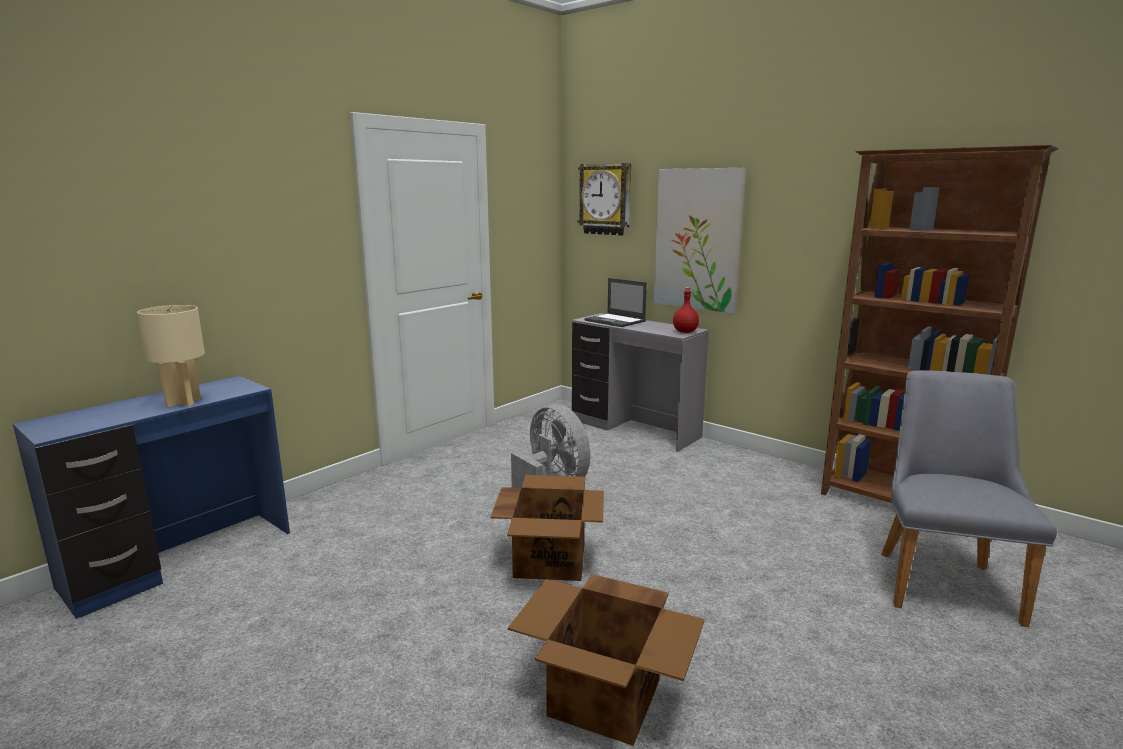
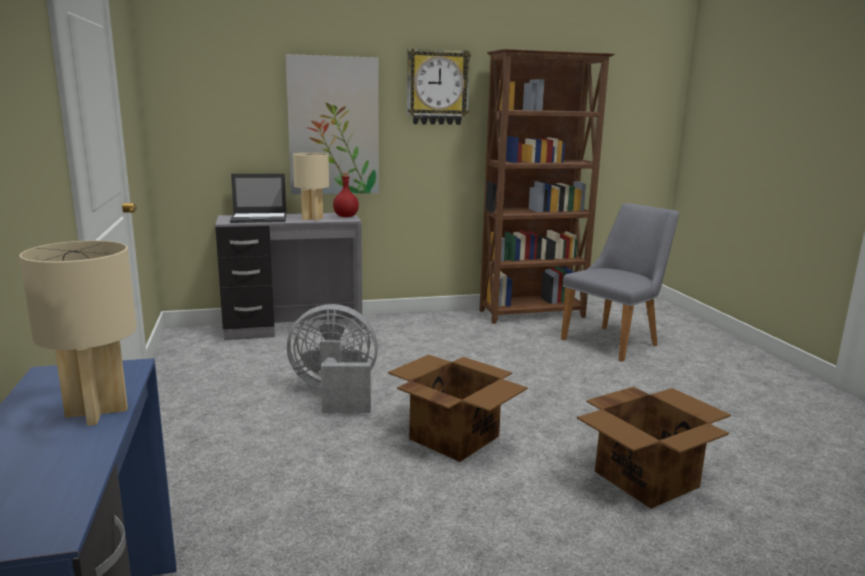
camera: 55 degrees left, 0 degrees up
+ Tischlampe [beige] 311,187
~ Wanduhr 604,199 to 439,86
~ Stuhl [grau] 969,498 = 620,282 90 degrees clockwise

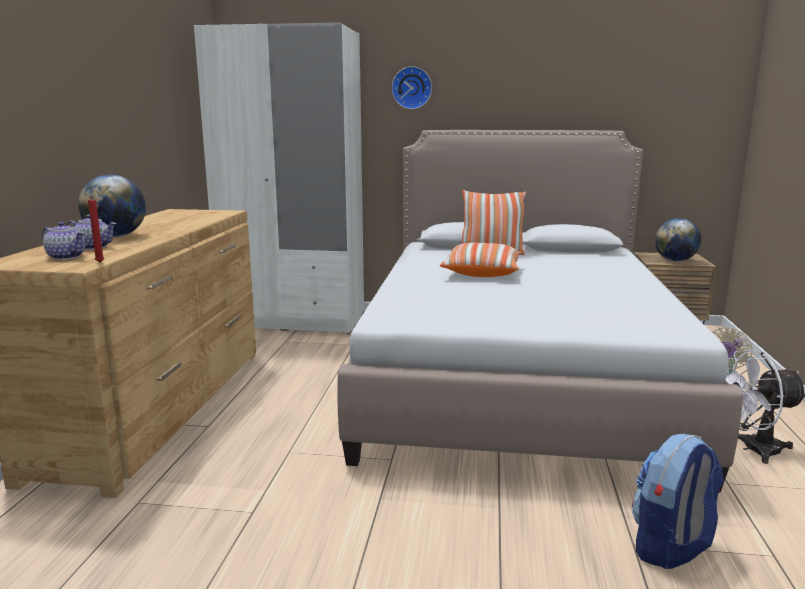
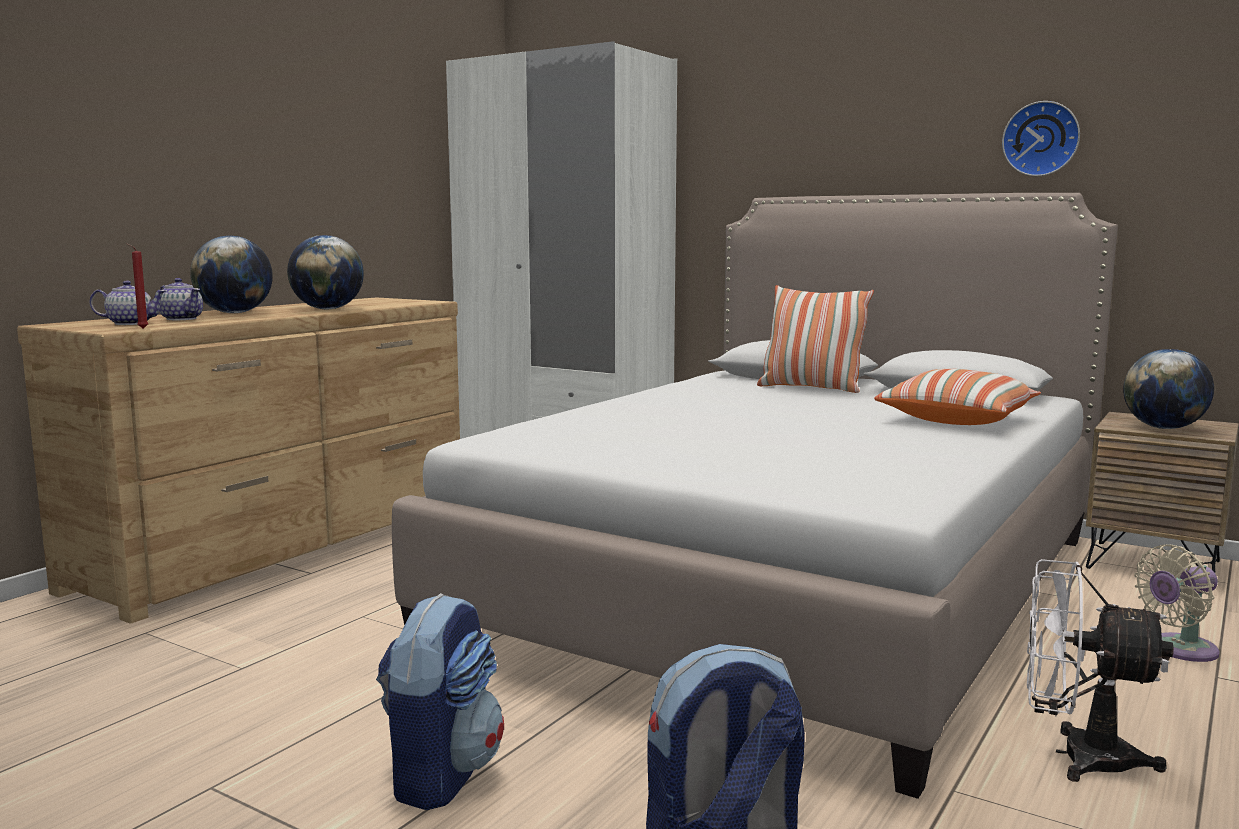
camera: 25 degrees right, 5 degrees down
~ Teekanne 63,241 = 127,303 60 degrees counterclockwise
+ Globus 325,272
+ Rucksack 440,701
~ Kissen 480,260 to 957,397
~ Wanduhr 412,87 to 1041,138

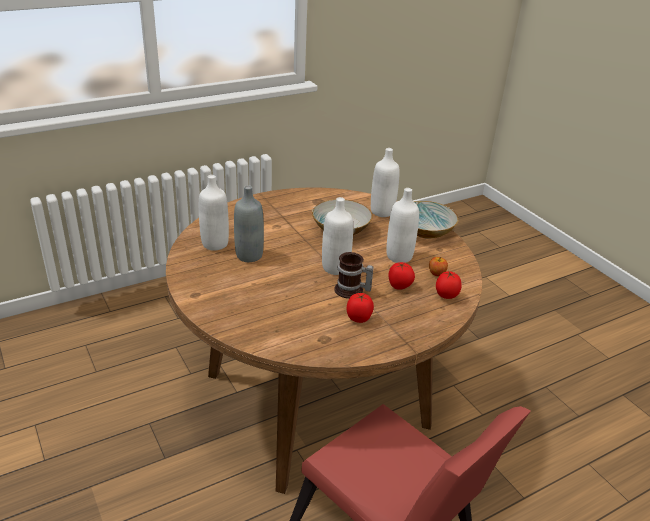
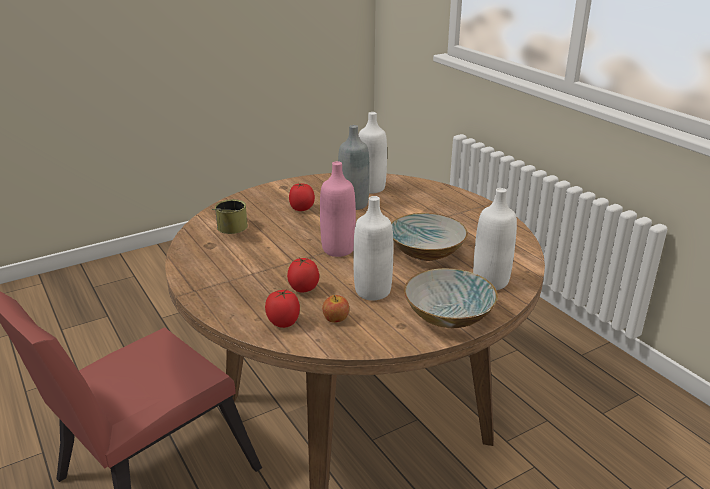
camera: 90 degrees right, 5 degrees down
+ Dose 229,216
~ Tomate 360,308 to 302,197
~ Flasche [weiß] 337,236 to Flasche [rosa] 338,209
- Henkelbecher 353,275

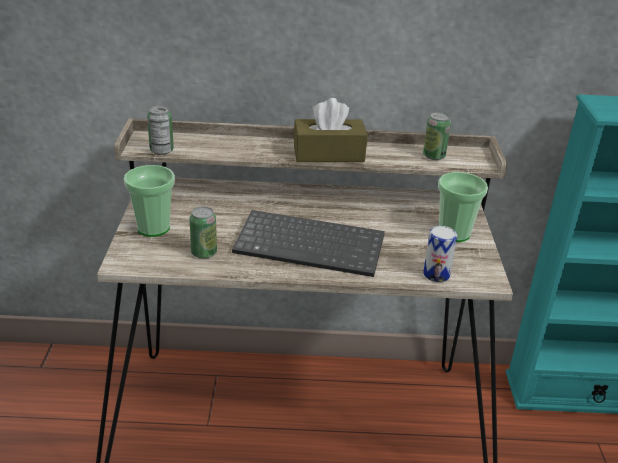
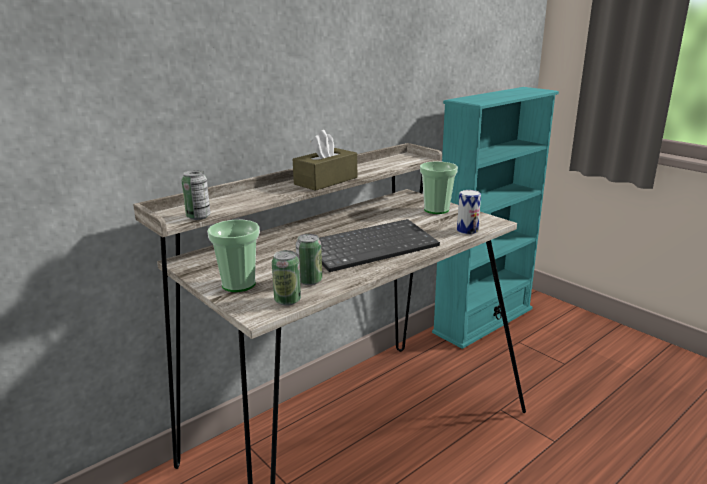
camera: 40 degrees left, 10 degrees down
~ Dose 437,136 to 286,278

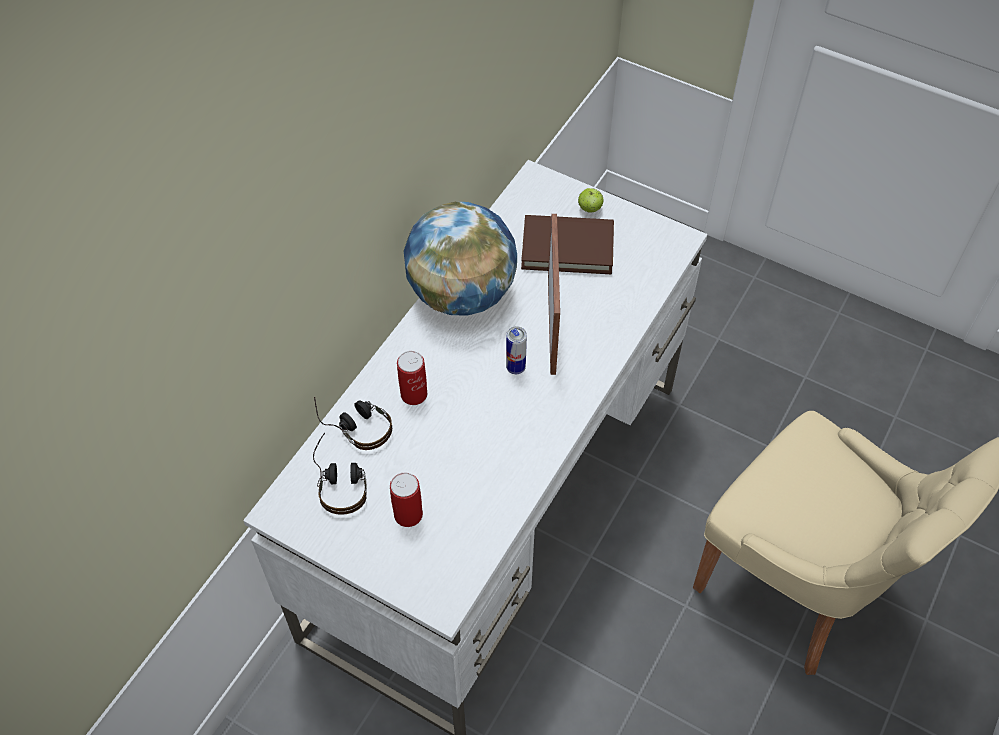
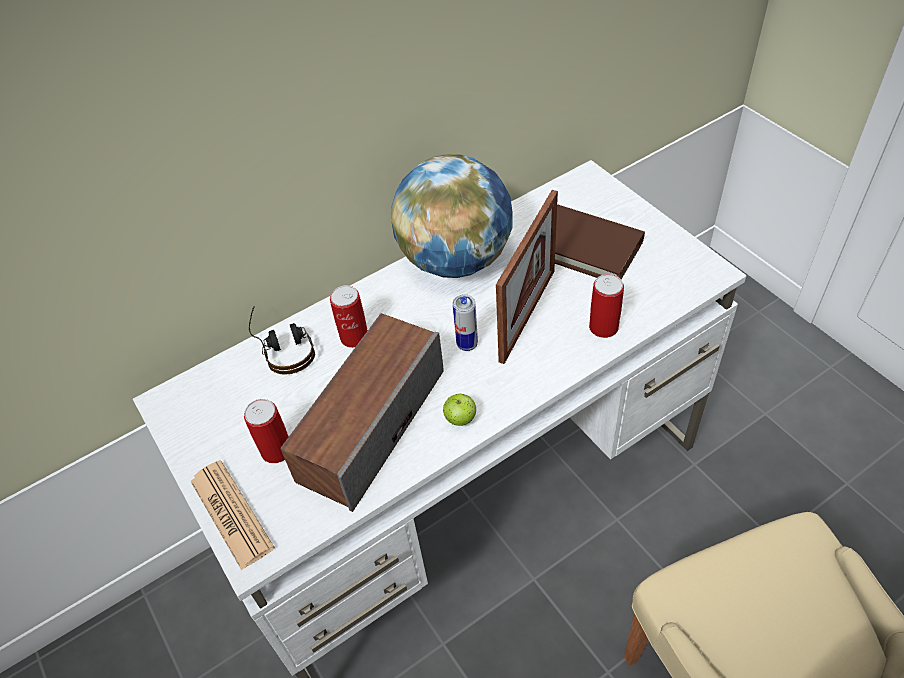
camera: 30 degrees right, 5 degrees down
+ Zeitung 232,515
+ Lautsprecher 362,412
~ Apfel 591,200 to 459,410
+ Dose 606,306
- Kopfhörer 340,474

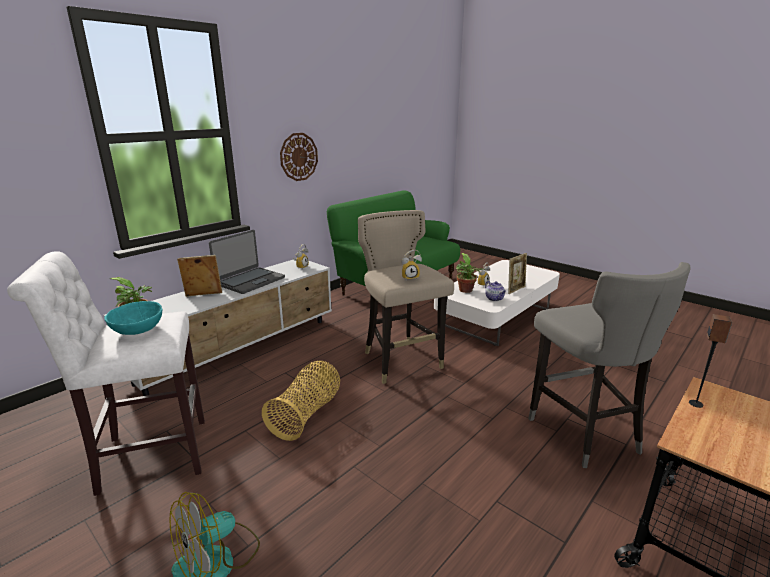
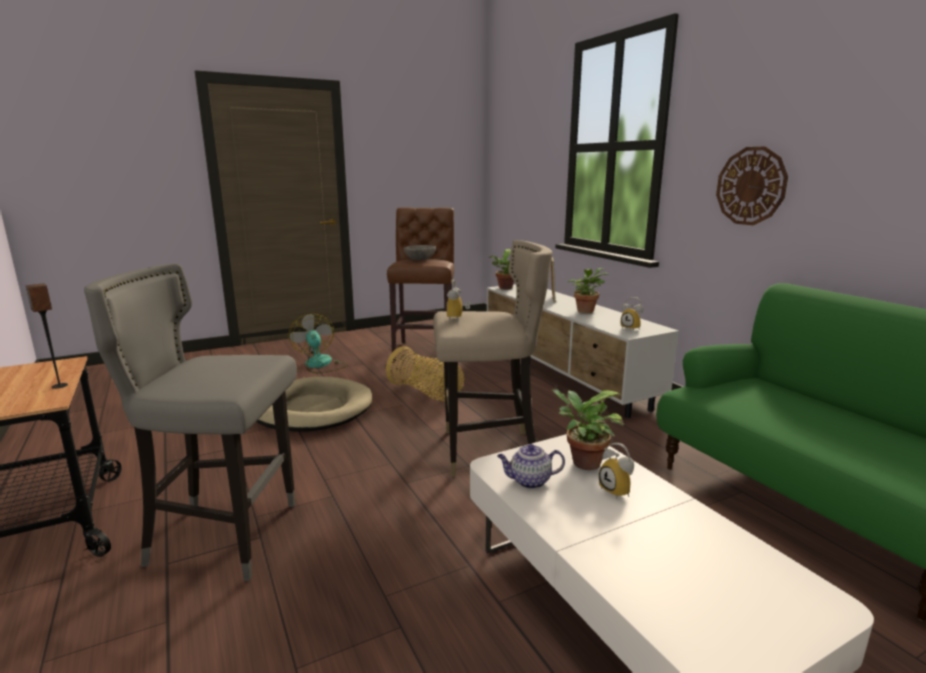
camera: 110 degrees right, 5 degrees down
+ Hundebett [beige] 314,404
~ Hocker [weiß] 106,373 to Hocker [braun] 420,284
~ Schüssel [türkis] 133,318 to Schüssel [grau] 419,252
~ Laptop 247,262 to Topfpflanze 588,290
- Bilderrahmen 517,273

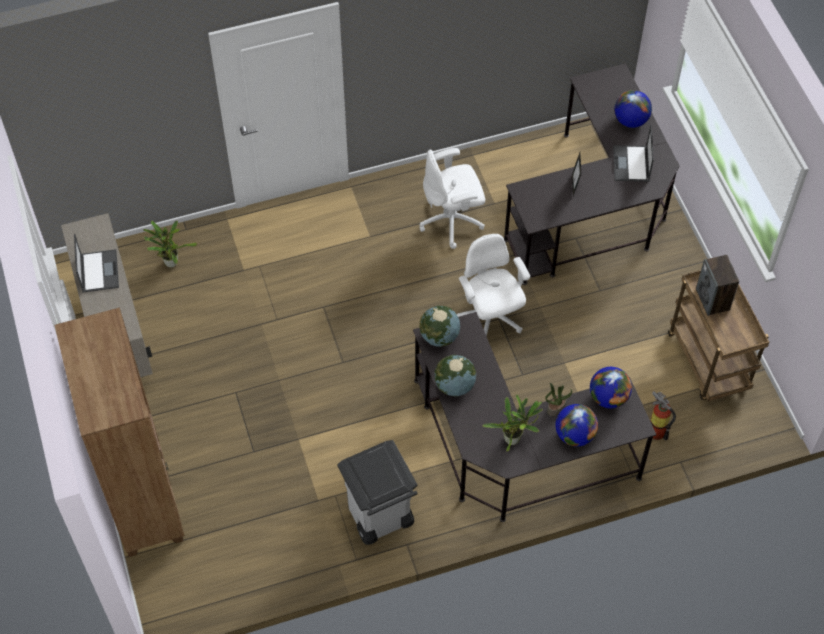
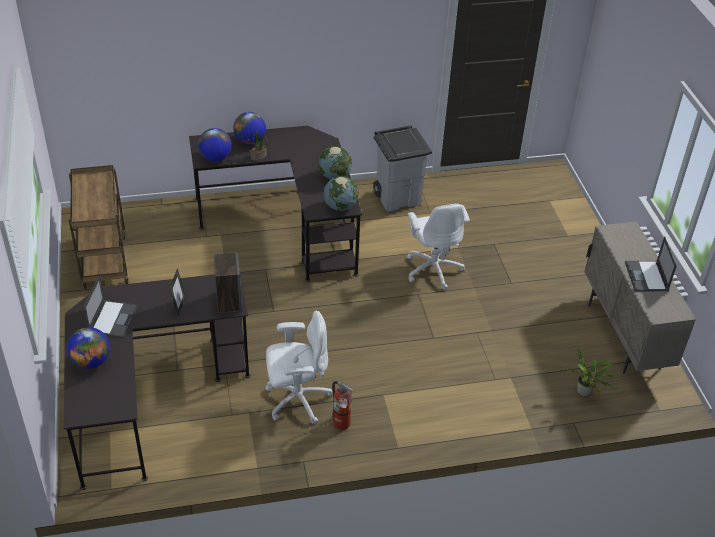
camera: 175 degrees left, 15 degrees down
~ Lautsprecher 717,285 to 228,282
~ Feuerlöscher 663,415 to 343,405
~ Bürostuhl [weiß] 493,285 to 438,247
- Bücherregal [braun] 120,432
- Topfpflanze 512,423

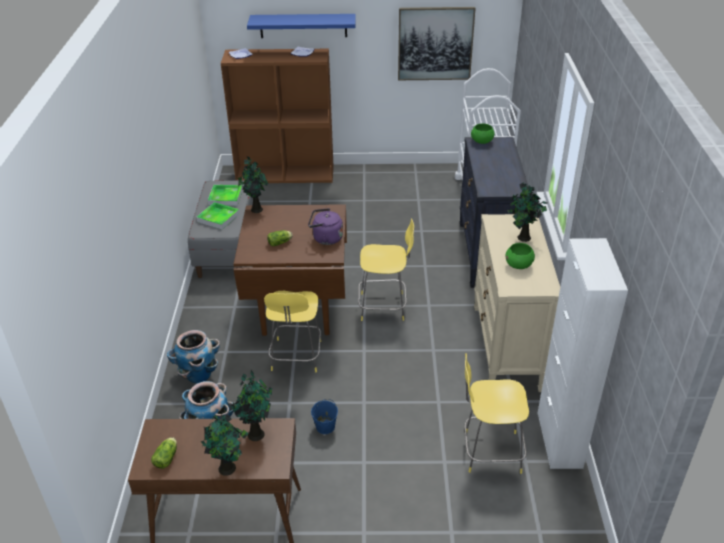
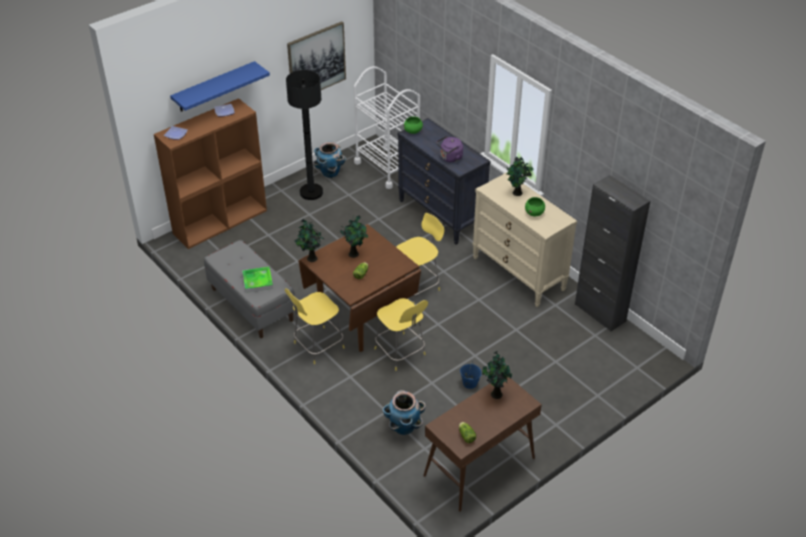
camera: 40 degrees left, 5 degrees up
~ Hocker [gelb] 496,413 to 315,326
+ Stehlampe [schwarz] 304,135
~ Pflanzkübel 193,357 to 329,160
~ Topfpflanze 225,443 to 354,236
~ Wasserkessel [lila] 325,226 to 449,149
~ Schrank [weiß] 582,353 to Schrank [schwarz] 612,253
- Tablett 225,195

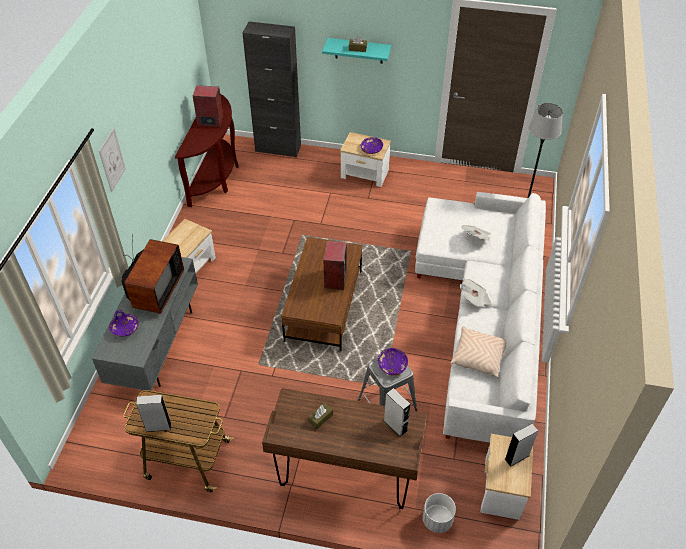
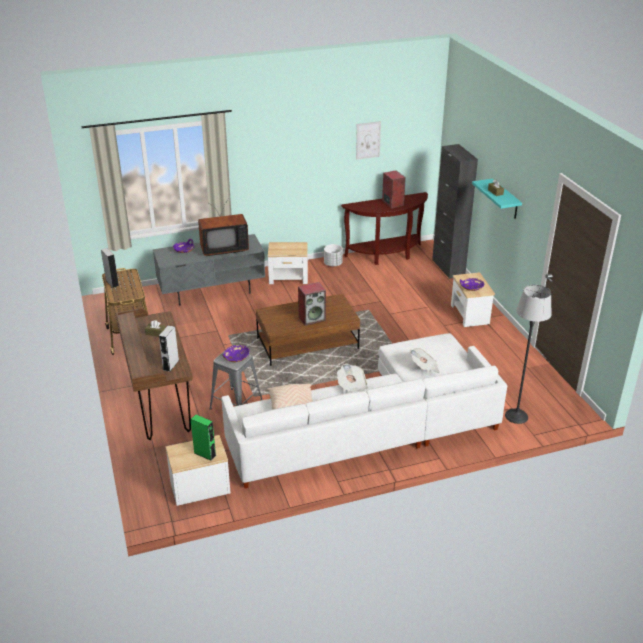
camera: 60 degrees right, 15 degrees down
~ Lautsprecher [grau] 521,445 to Lautsprecher [grün] 203,438
~ Pflanzkübel [weiß] 439,513 to 333,255
~ Bild 112,160 to 368,140

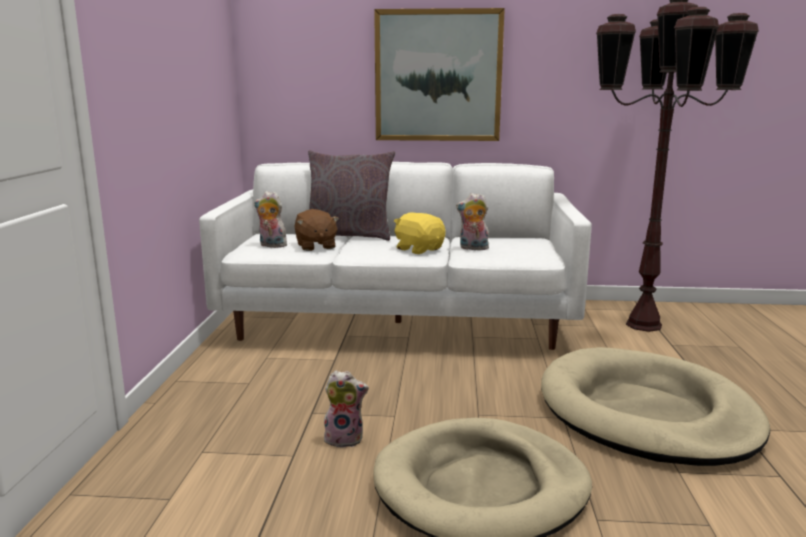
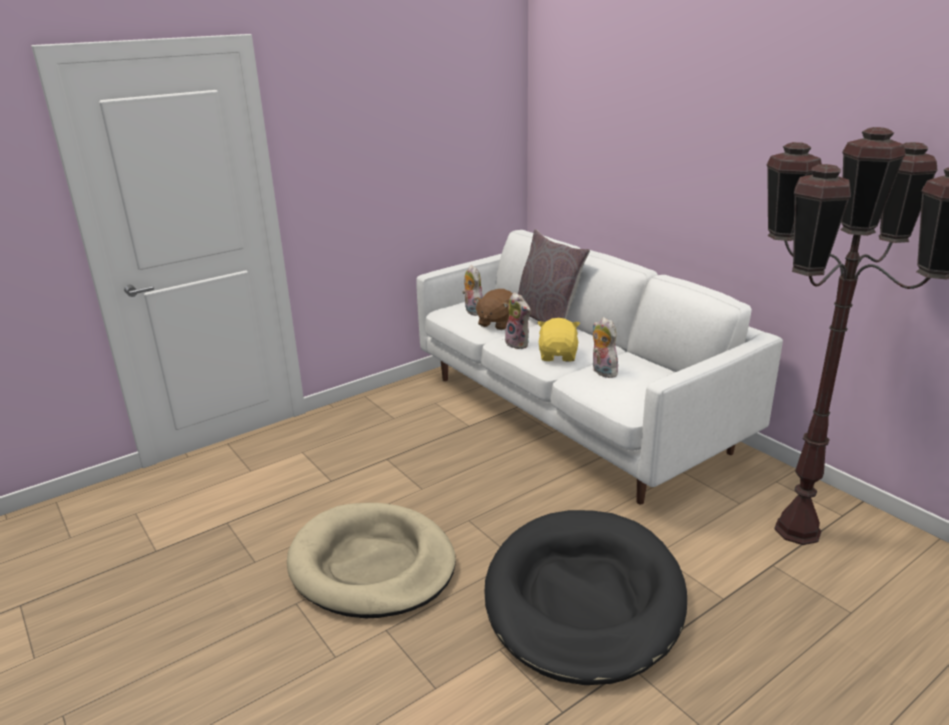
camera: 50 degrees right, 10 degrees up
~ Hundebett [beige] 655,406 to Hundebett [schwarz] 585,597
~ Plüschtier 346,409 to 518,320
- Bild 439,74

